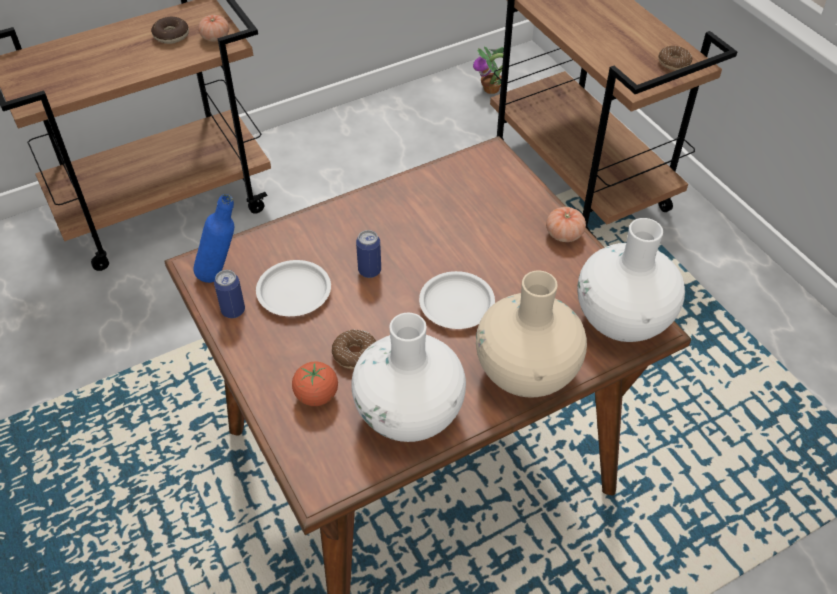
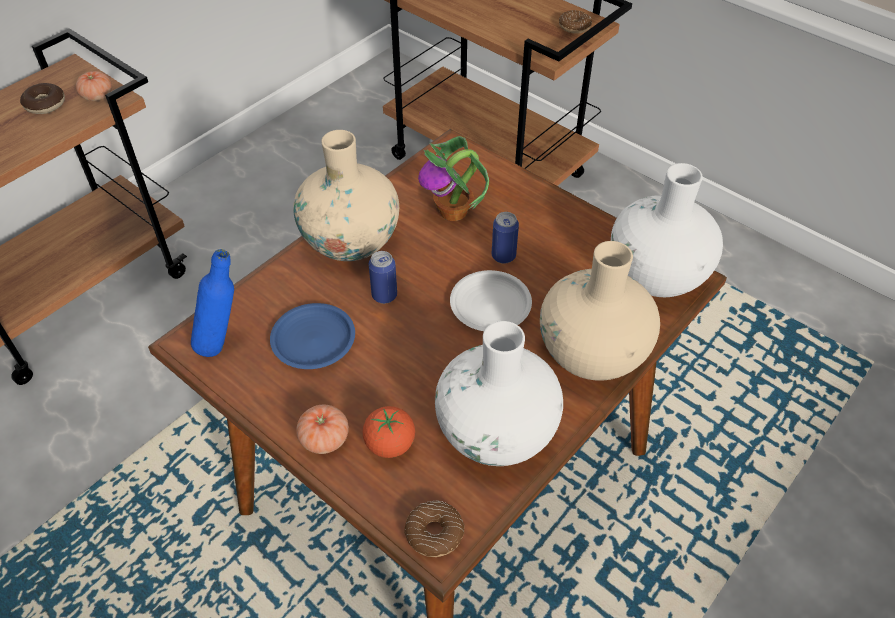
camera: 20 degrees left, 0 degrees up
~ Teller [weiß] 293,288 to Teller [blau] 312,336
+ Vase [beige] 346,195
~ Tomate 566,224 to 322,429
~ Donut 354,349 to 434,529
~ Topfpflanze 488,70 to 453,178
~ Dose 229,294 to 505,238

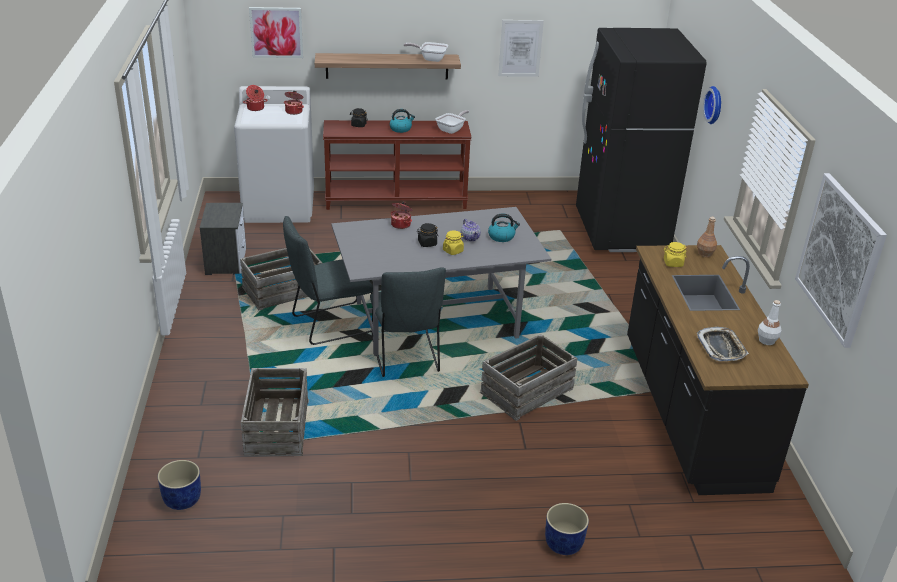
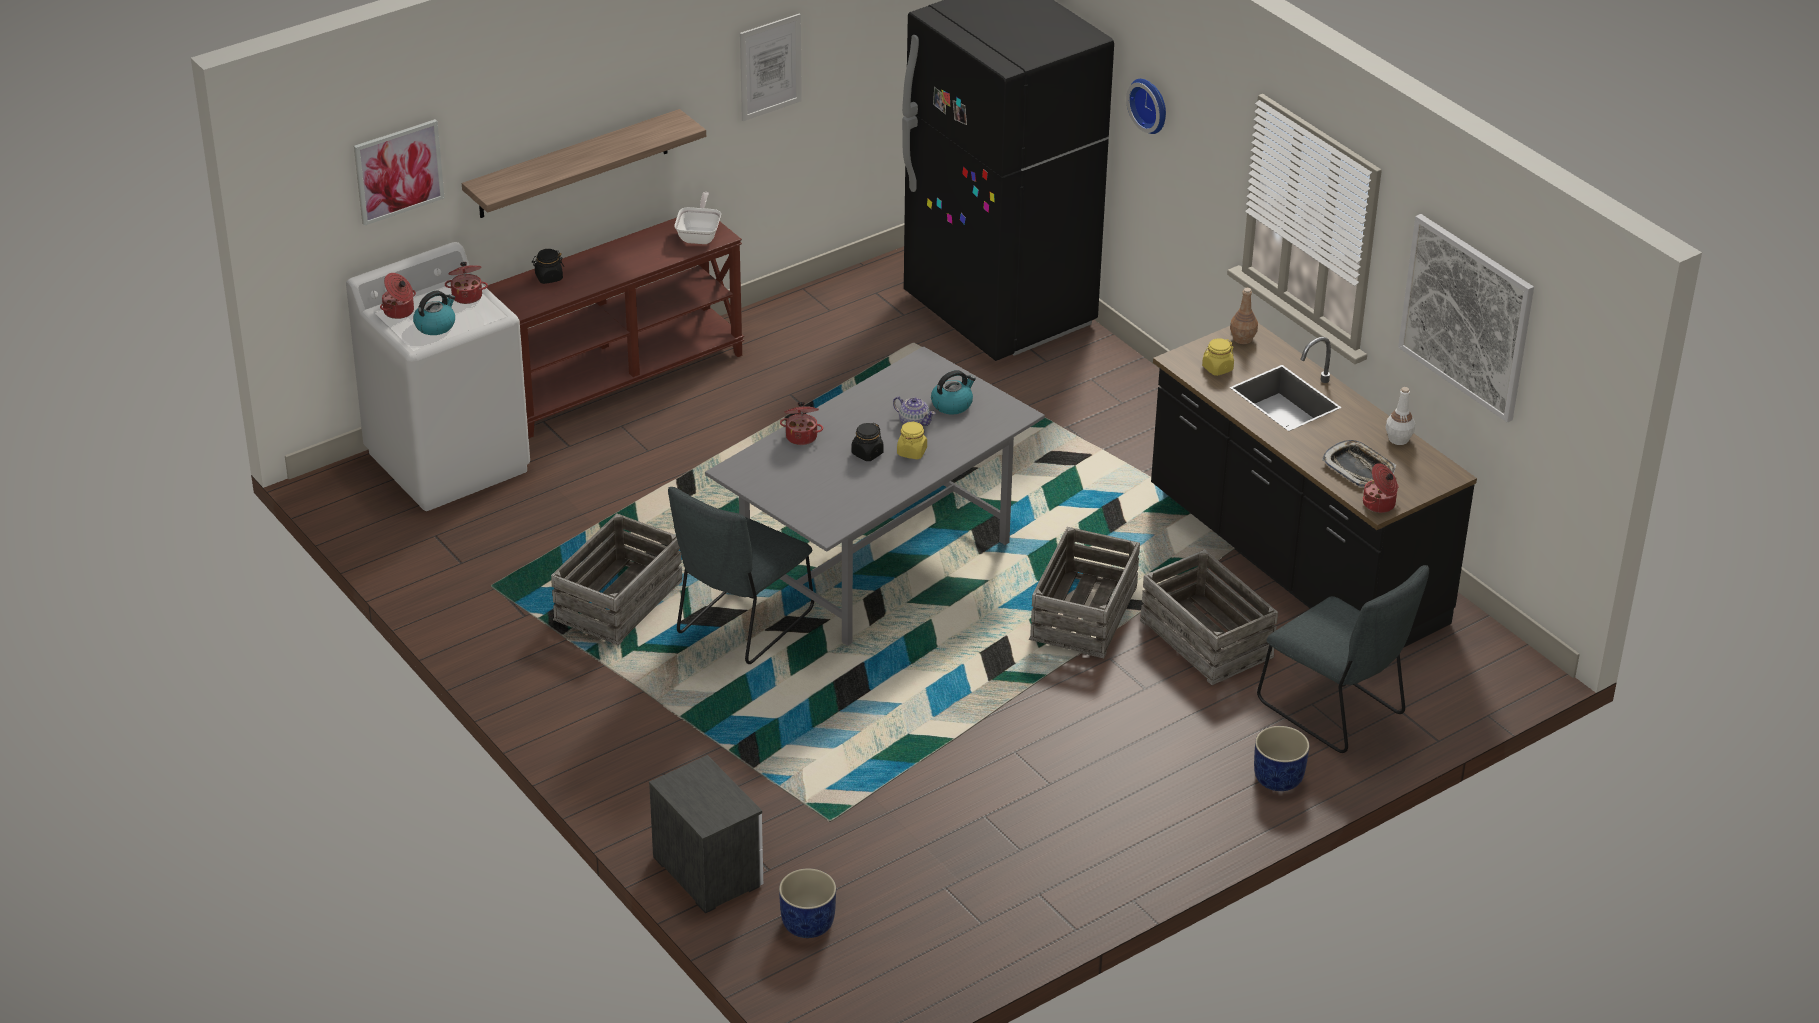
camera: 30 degrees left, 5 degrees up
~ Wasserkessel 402,121 to 434,313
~ Nachttisch 223,239 to 706,834
~ Kiste 275,412 to 1209,617
~ Stuhl [grau] 408,322 to 1343,659
+ Kochtopf 1381,488
- Pfanne 426,52

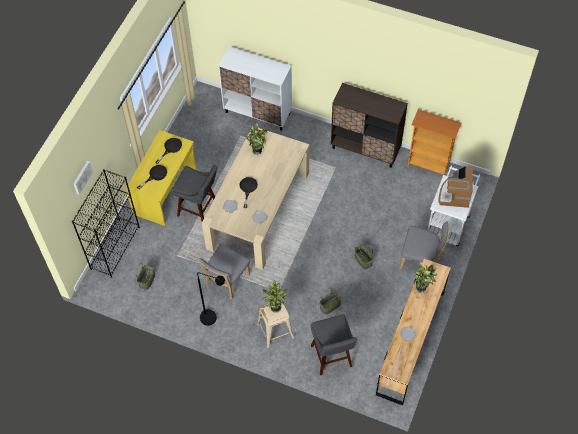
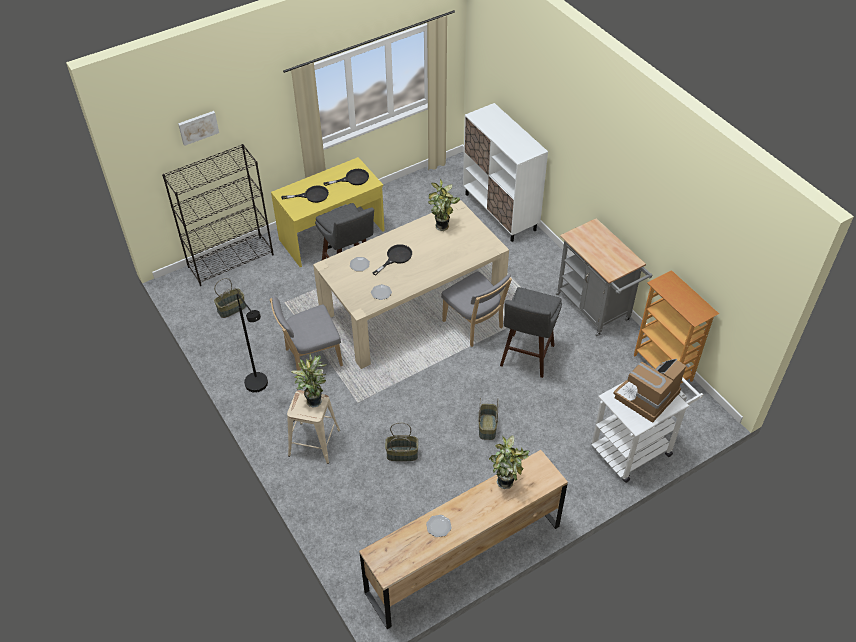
camera: 35 degrees right, 10 degrees down
~ Stuhl [grau] 425,245 to 476,309
~ Hocker [grau] 334,345 to 531,332
~ Schrank [braun] 369,125 to Rollwagen [grau] 604,277

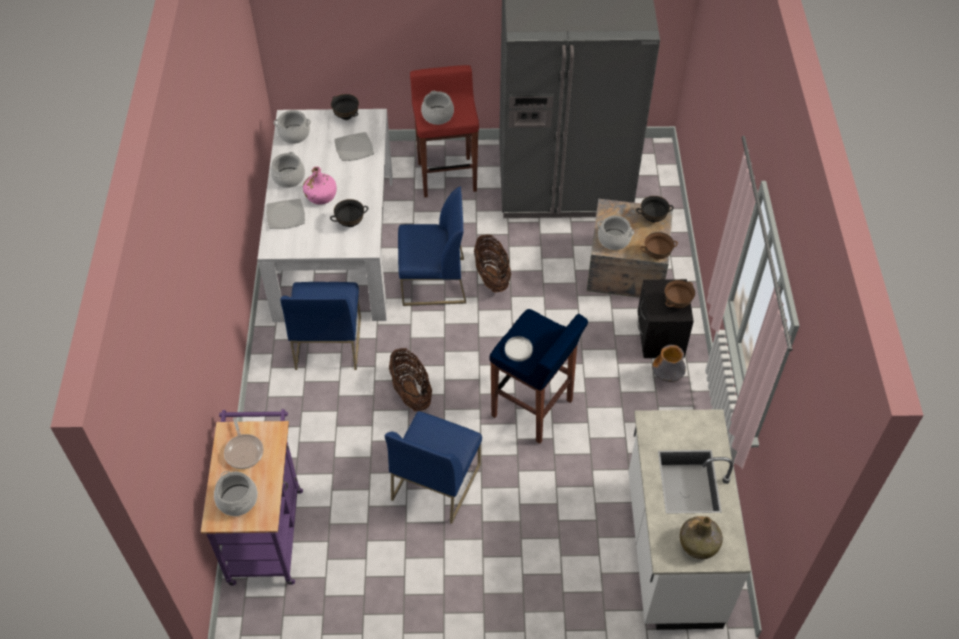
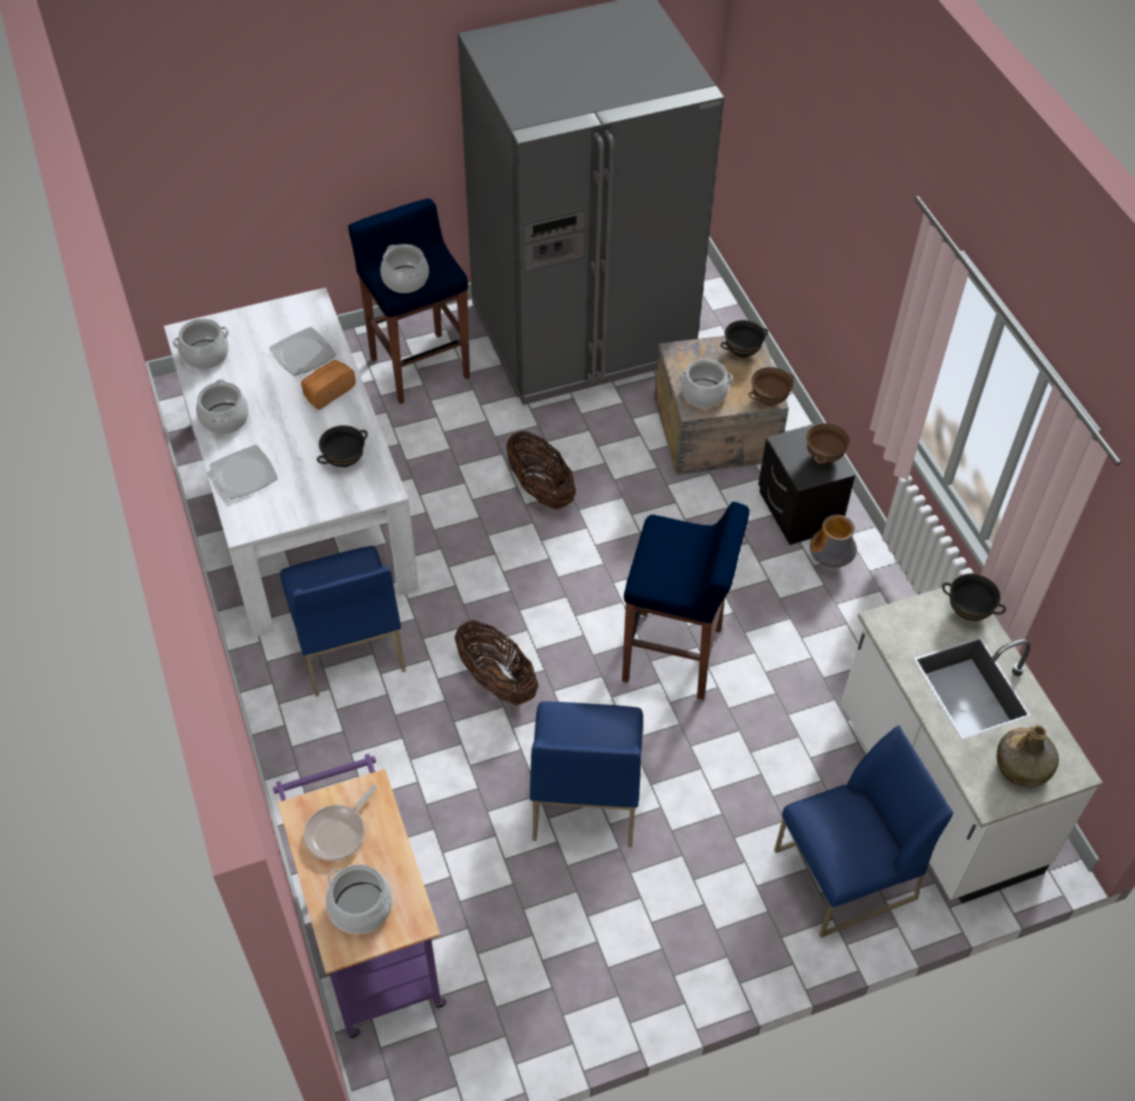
camera: 20 degrees left, 0 degrees up
+ Brot 328,385
~ Pfanne 244,443 = 340,823 75 degrees clockwise
~ Hocker [rot] 444,131 to Hocker [blau] 409,301
~ Stuhl [blau] 432,246 to 864,831
~ Schüssel [schwarz] 345,107 to 974,597
- Flasche [rosa] 320,185
- Teller [weiß] 519,348

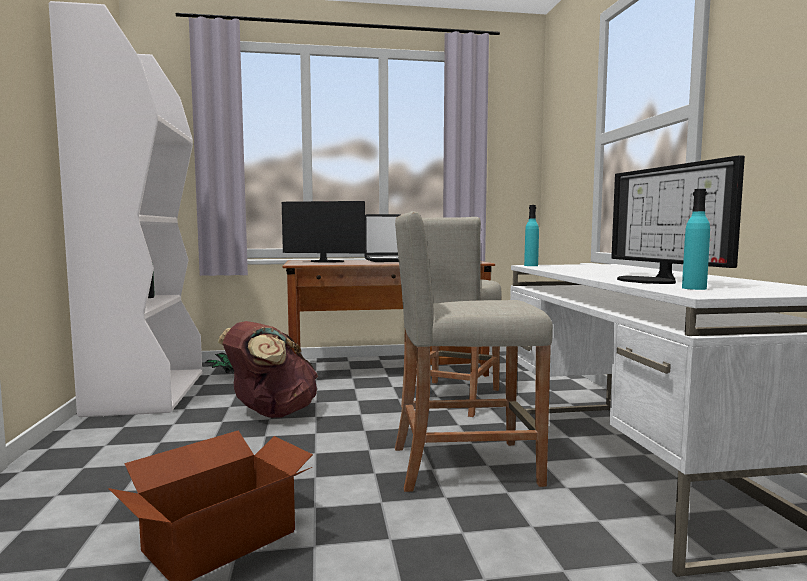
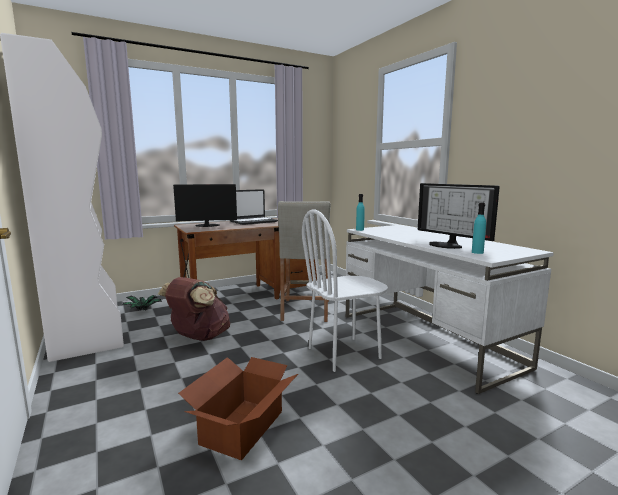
camera: 20 degrees left, 5 degrees up
~ Hocker [beige] 474,351 to Stuhl [weiß] 345,290

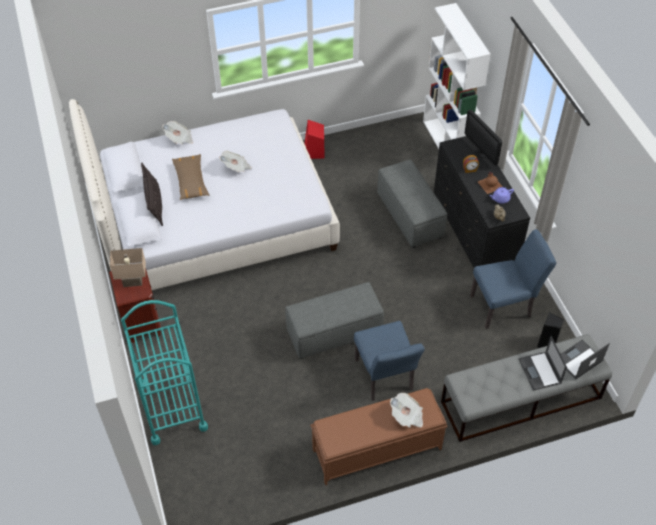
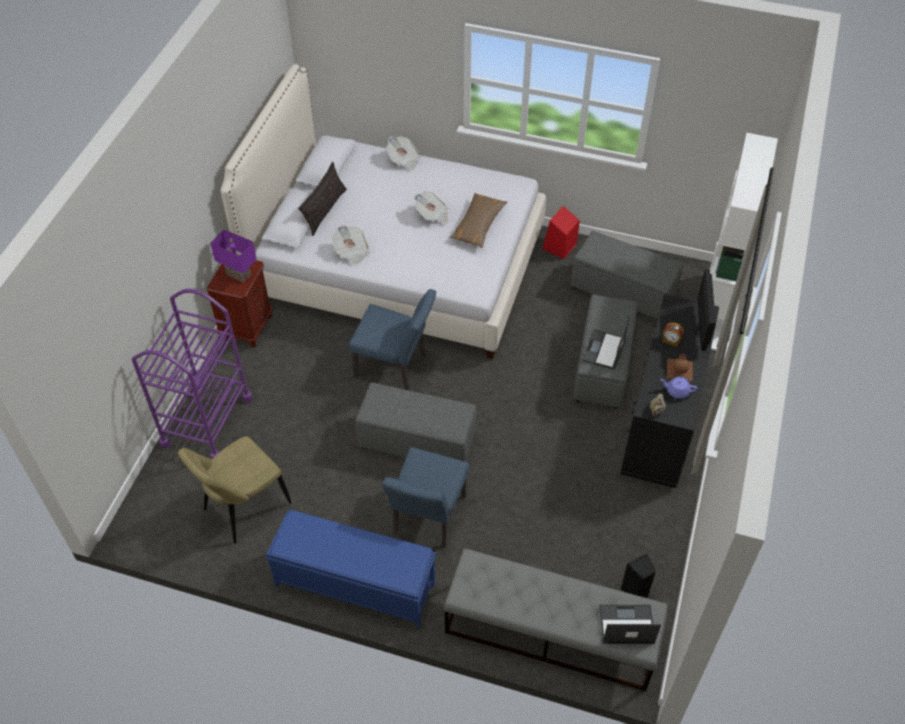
camera: 35 degrees right, 0 degrees up
~ Rollwagen [türkis] 164,372 to Rollwagen [lila] 192,374
+ Stuhl [beige] 235,489
~ Tischlampe [beige] 128,267 to Tischlampe [lila] 233,256
~ Bank [braun] 379,436 to Bank [blau] 351,569
~ Zeitung 406,410 to 351,245
~ Stuhl [blau] 513,279 to 392,339
~ Kissen [braun] 190,177 to 478,220
+ Polsterhocker [grau] 627,275
~ Laptop 543,363 to 606,343

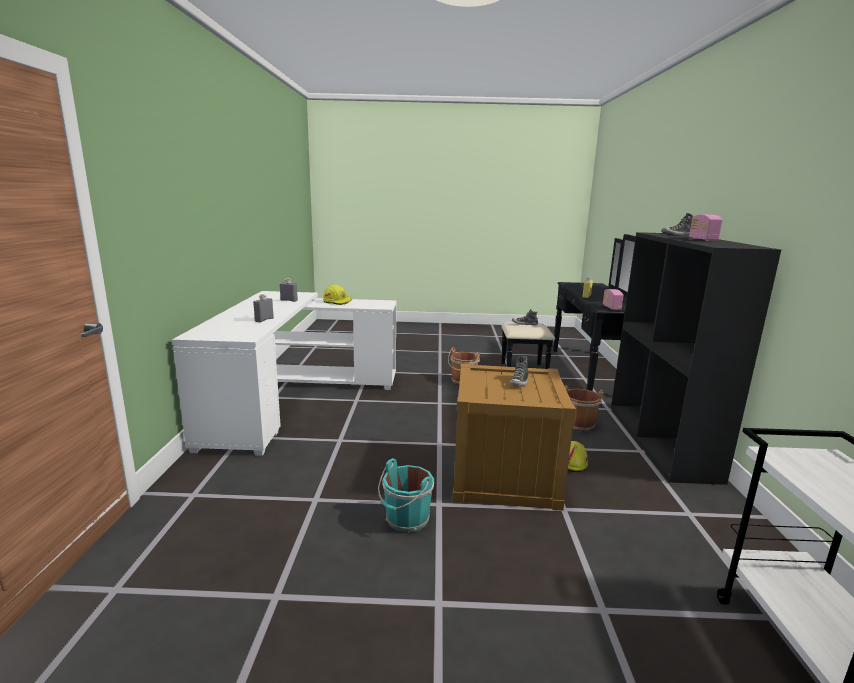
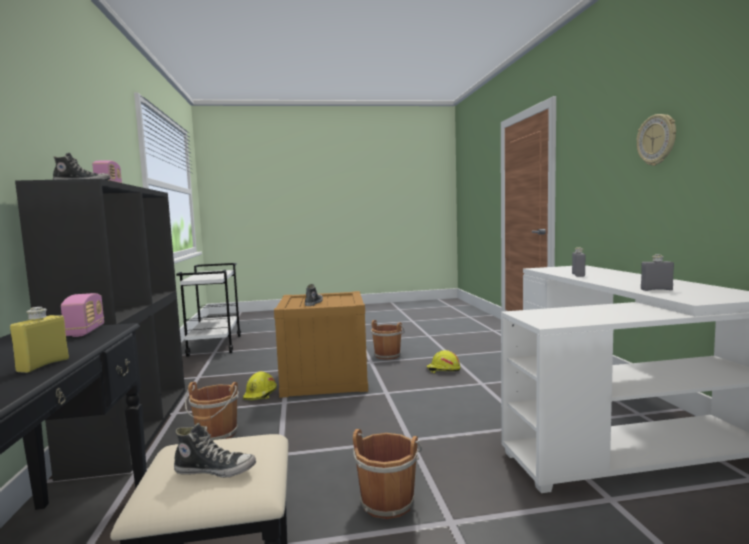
camera: 170 degrees right, 10 degrees down
~ Eimer [türkis] 406,495 to Eimer [braun] 387,340
~ Schutzhelm [gelb] 337,295 to 444,361
+ Wanduhr 656,140

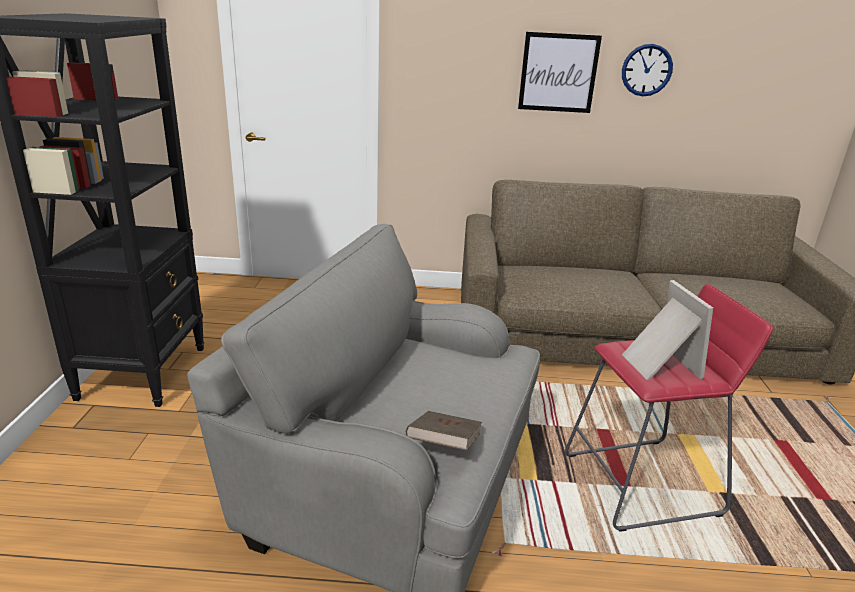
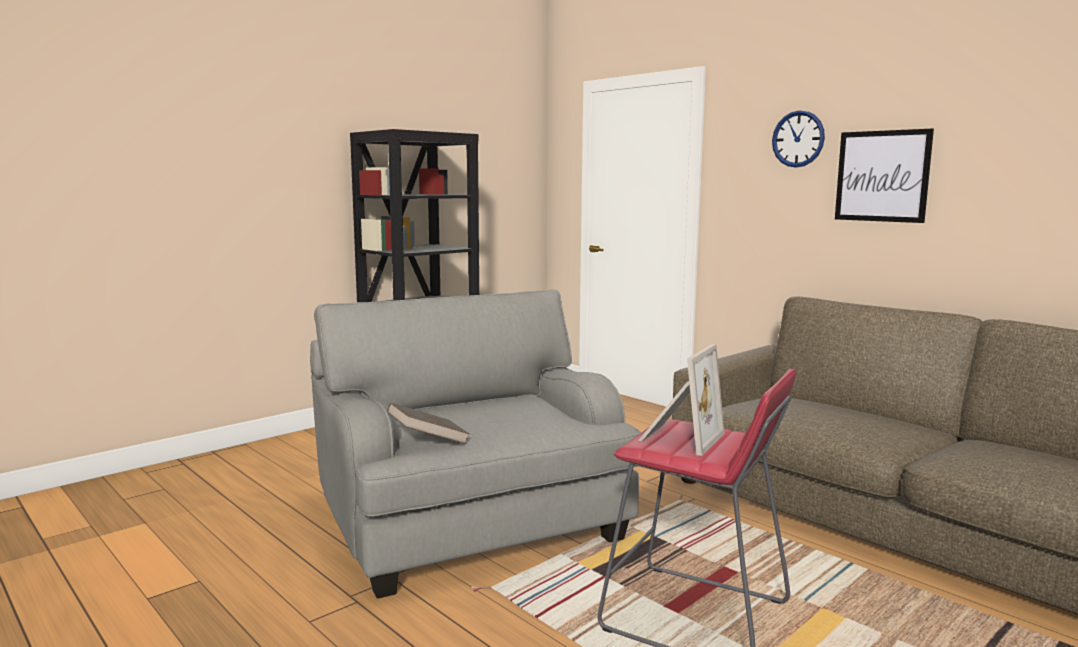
camera: 45 degrees right, 15 degrees down
~ Wanduhr 647,70 to 798,139

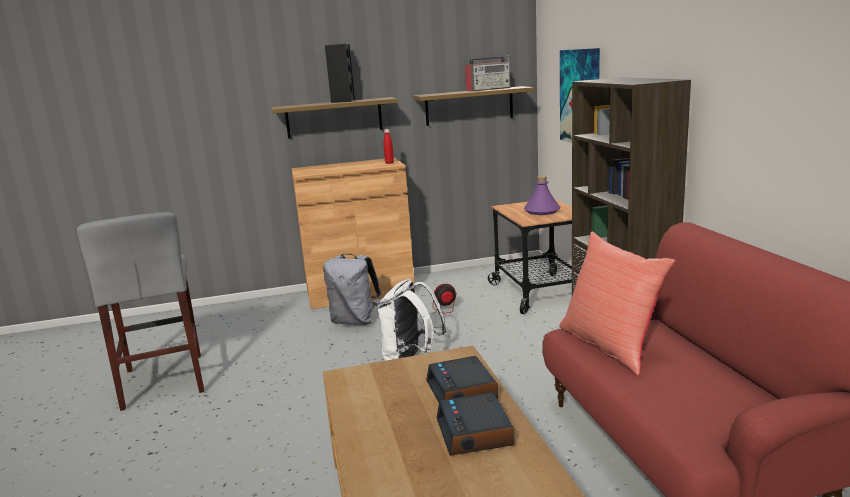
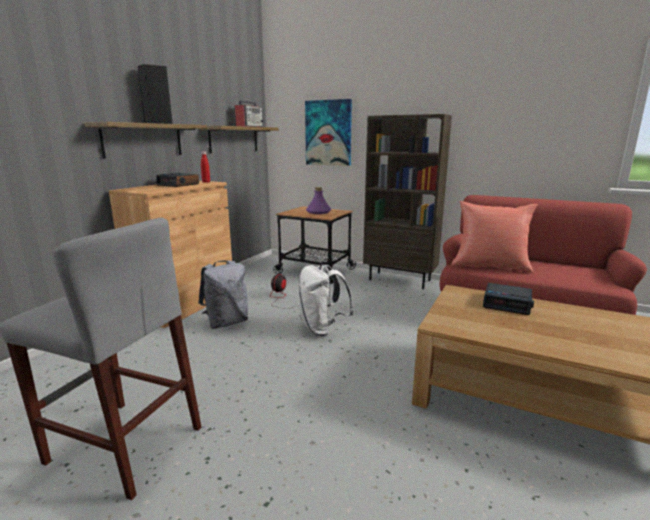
camera: 50 degrees left, 0 degrees up
~ Wecker 476,424 to 177,180

